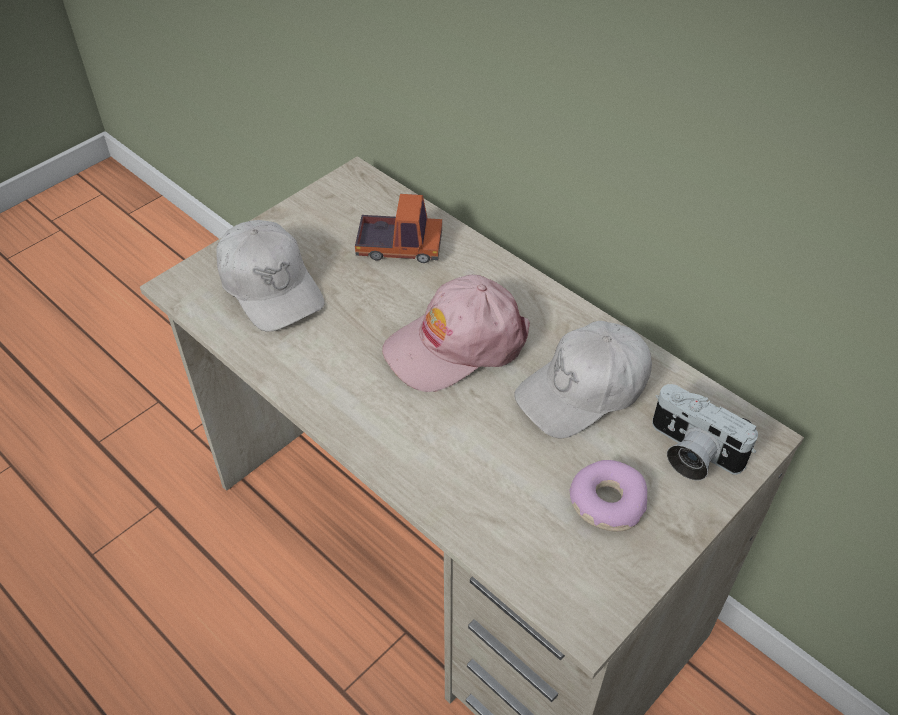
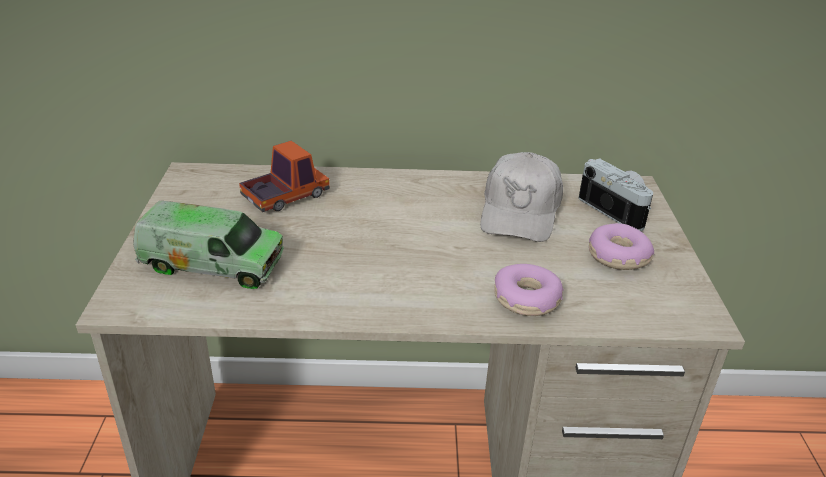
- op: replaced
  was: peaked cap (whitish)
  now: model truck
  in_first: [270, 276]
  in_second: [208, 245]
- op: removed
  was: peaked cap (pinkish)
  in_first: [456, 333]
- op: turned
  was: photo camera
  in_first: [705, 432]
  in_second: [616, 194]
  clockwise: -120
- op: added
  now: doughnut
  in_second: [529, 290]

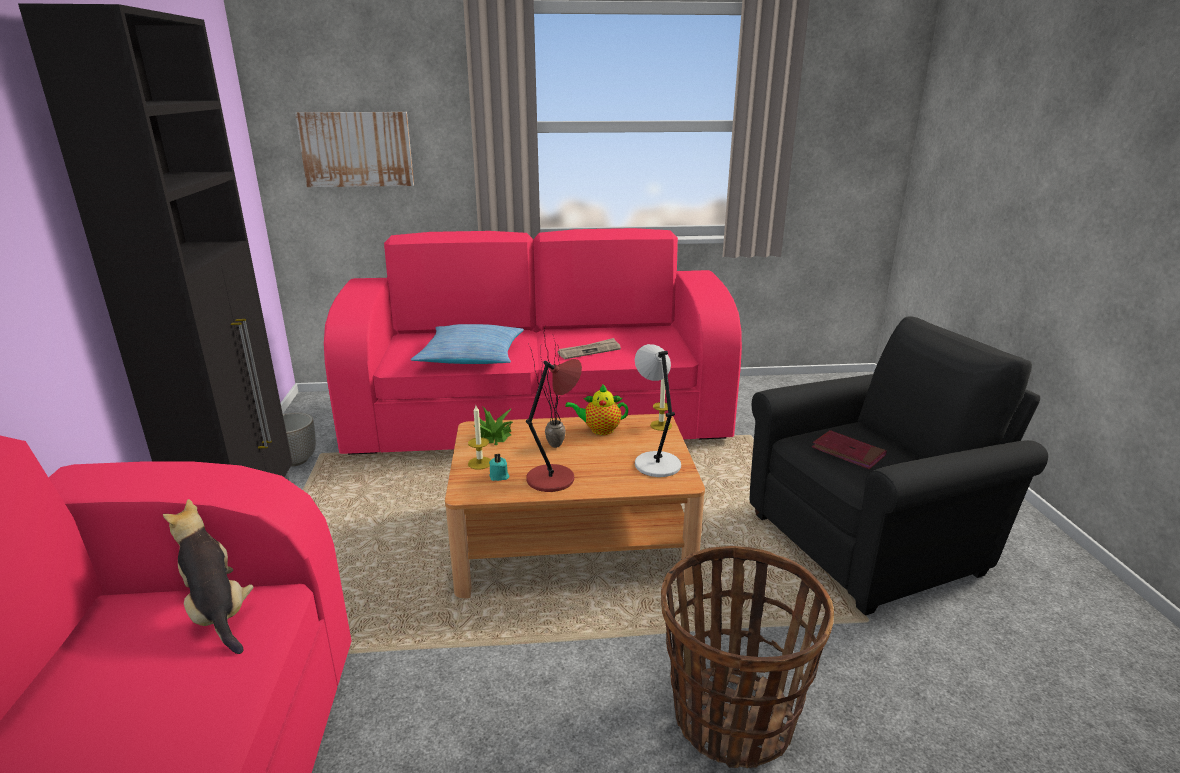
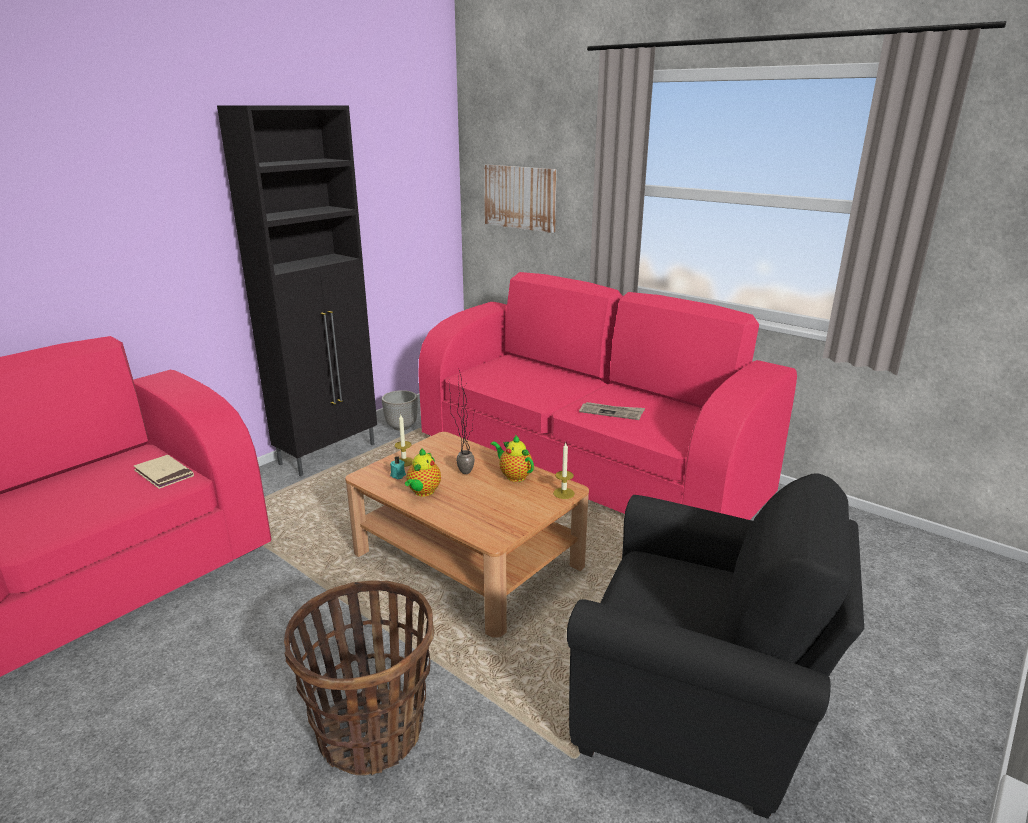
- op: removed
  was: cushion
  in_first: [467, 344]
- op: removed
  was: tabletop lamp (gray)
  in_first: [658, 410]
- op: replaced
  was: tabletop lamp (reddish)
  now: pot for tea
  in_first: [554, 425]
  in_second: [423, 472]
- op: removed
  was: plant in a pot
  in_first: [492, 425]
- op: removed
  was: bound book (reddish)
  in_first: [849, 449]
- op: replaced
  was: cuddly toy
  now: bound book (beige-coloured)
  in_first: [208, 576]
  in_second: [164, 472]

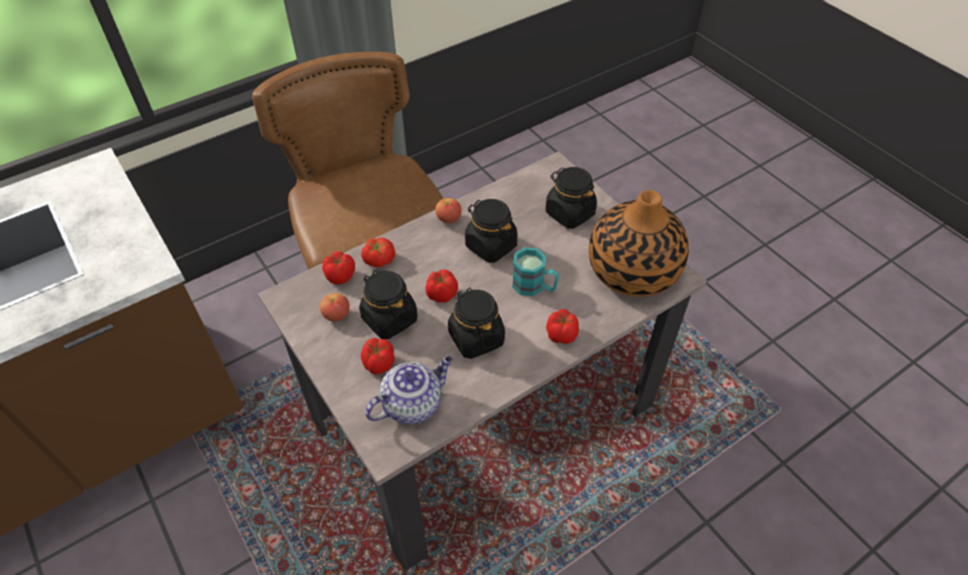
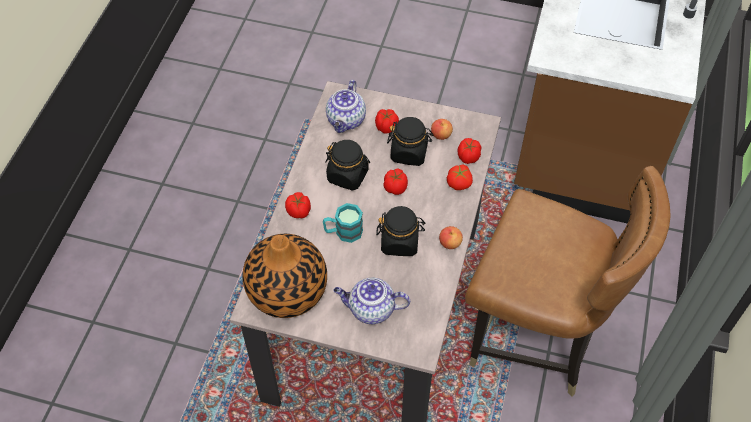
- op: replaced
  was: preserve jar (black)
  now: pot for tea
  in_first: [571, 198]
  in_second: [371, 301]

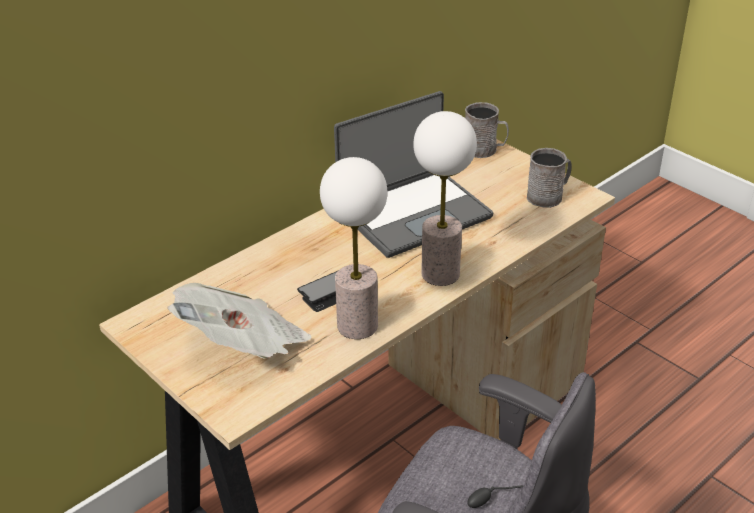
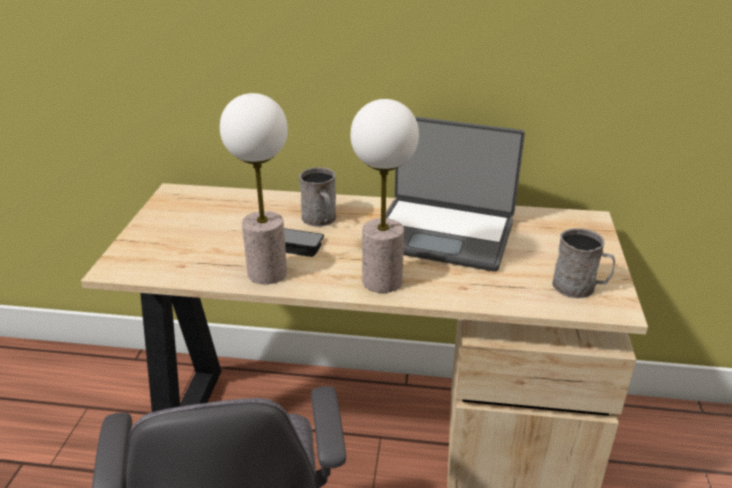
- op: moved
  was: coffee mug (gray)
  in_first: [487, 130]
  in_second: [317, 197]
- op: removed
  was: printed paper
  in_first: [239, 321]

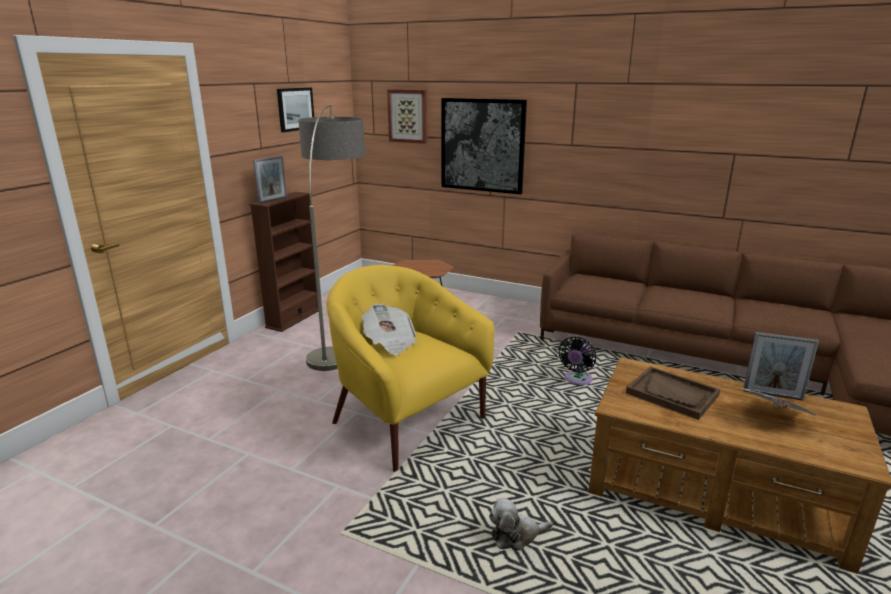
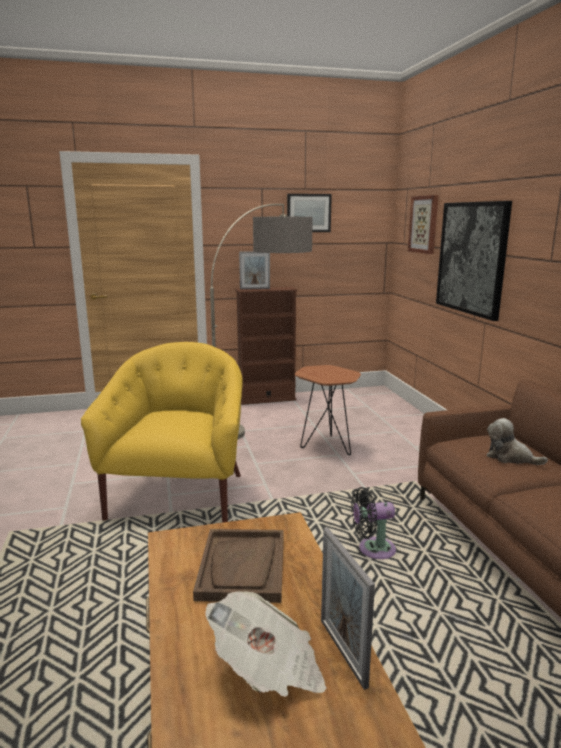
- op: removed
  was: printed paper
  in_first: [389, 329]
- op: moved
  was: cuddly toy
  in_first: [521, 524]
  in_second: [517, 441]

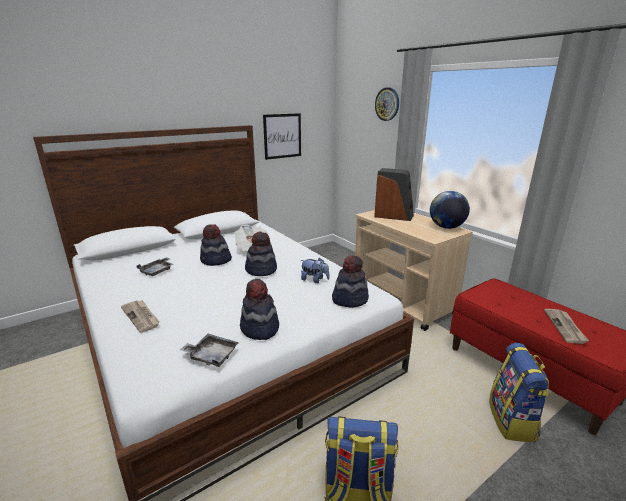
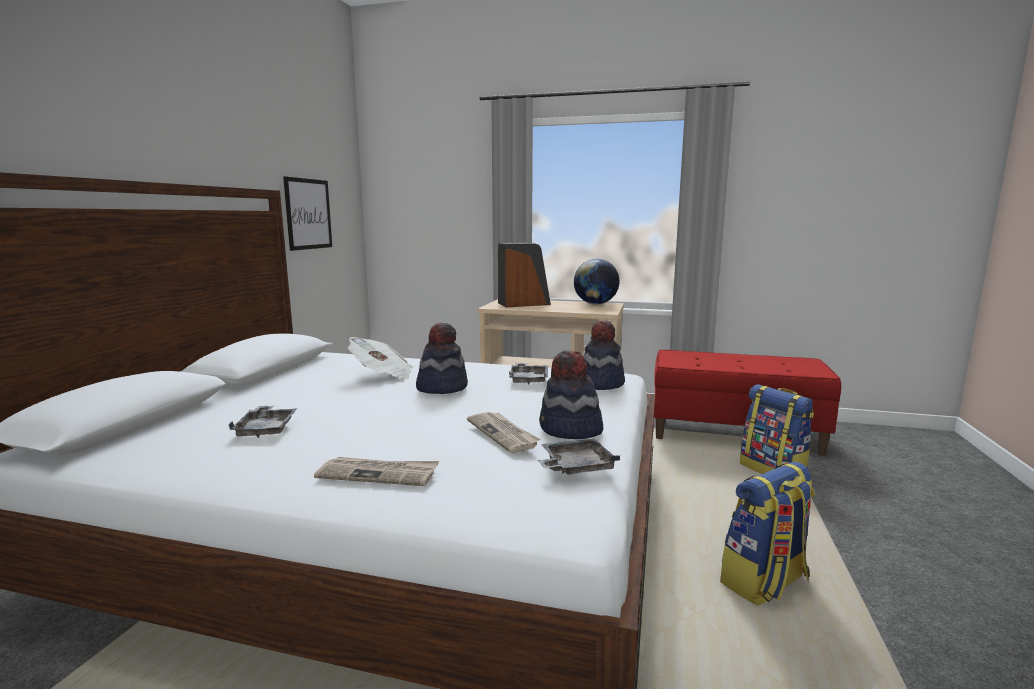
- op: removed
  was: hanging clock
  in_first: [387, 104]
- op: removed
  was: clothing hat
  in_first: [216, 245]
- op: replaced
  was: cuddly toy
  now: tray (gray)
  in_first: [315, 270]
  in_second: [528, 373]
- op: moved
  was: printed paper
  in_first: [566, 326]
  in_second: [503, 432]

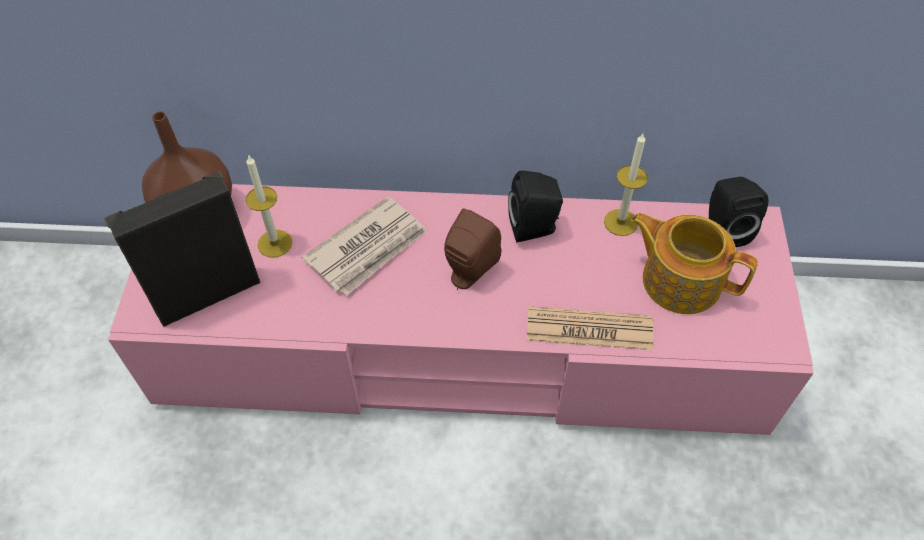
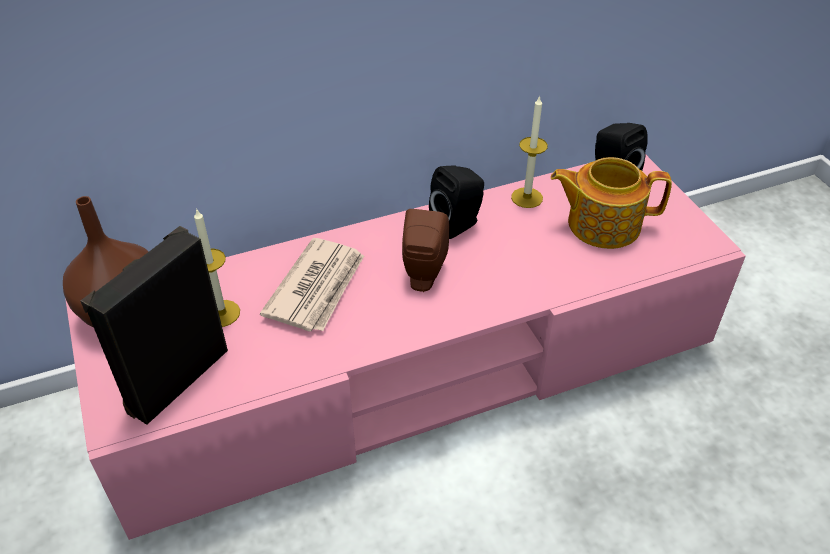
- op: removed
  was: printed paper
  in_first: [590, 328]

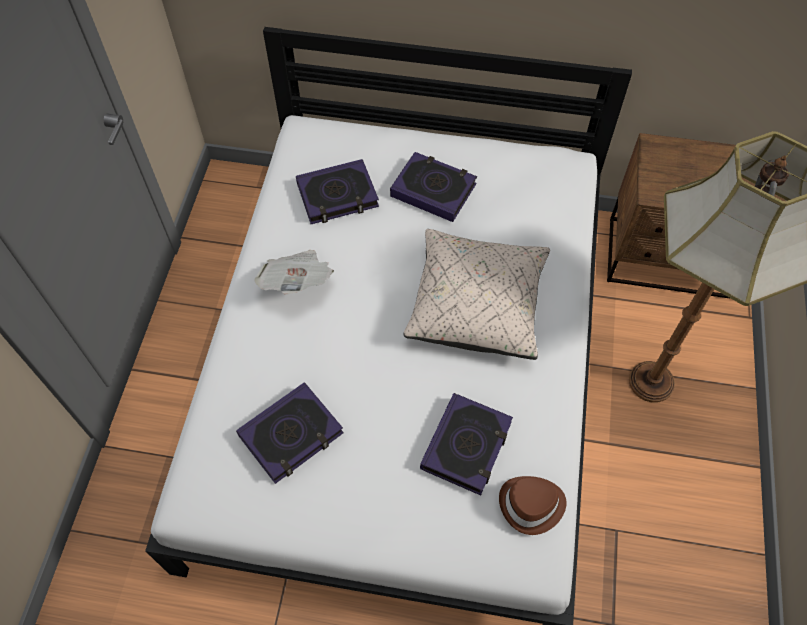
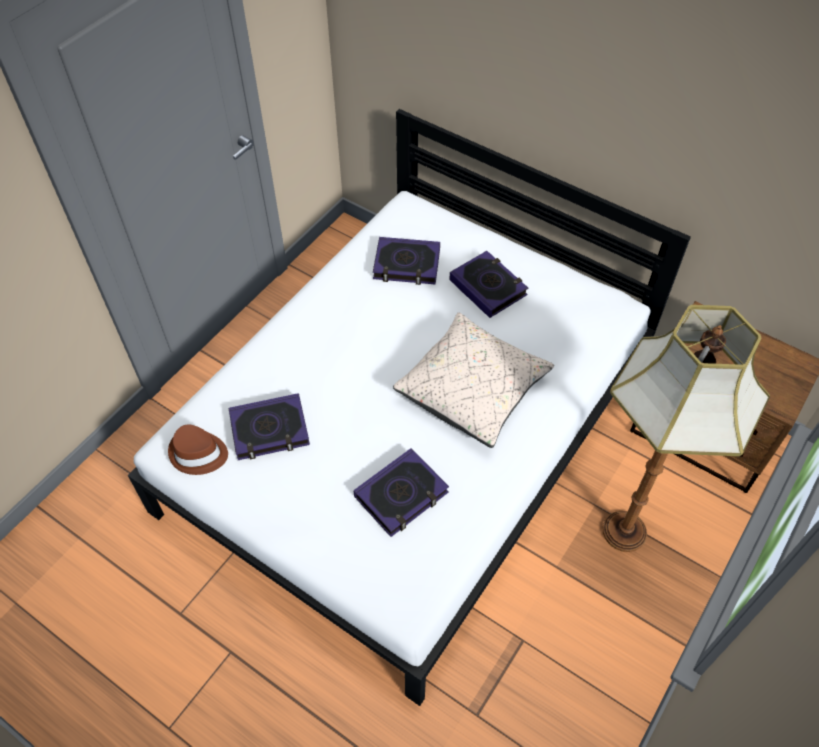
- op: removed
  was: printed paper
  in_first: [294, 272]
- op: moved
  was: clothing hat (brownish)
  in_first: [532, 505]
  in_second: [198, 450]

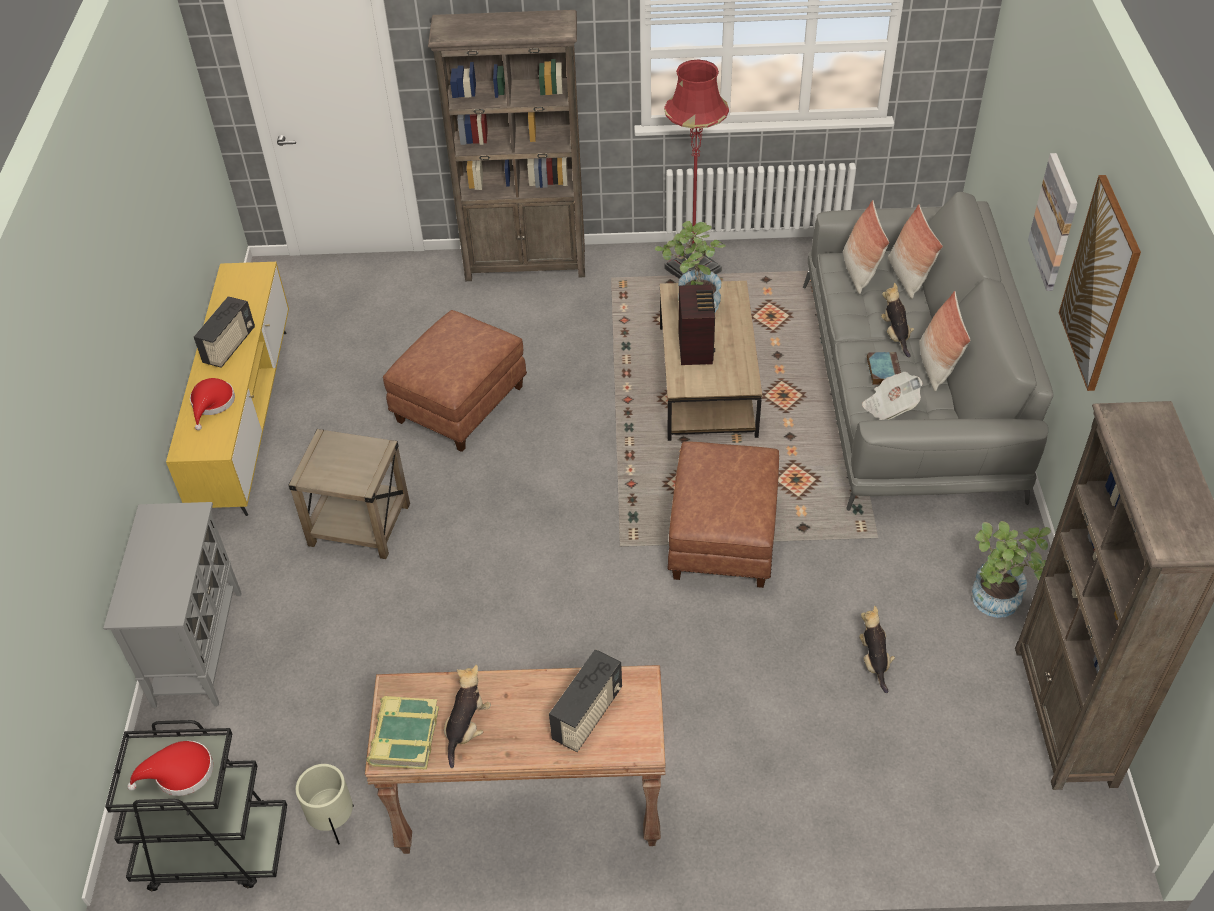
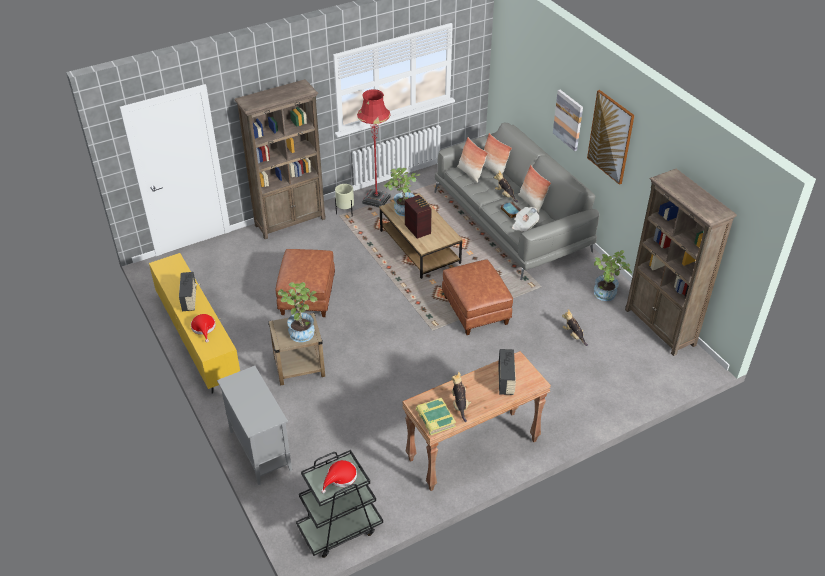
- op: moved
  was: plant pot (beige-coloured)
  in_first: [325, 804]
  in_second: [344, 200]
- op: added
  now: plant in a pot
  in_second: [297, 312]

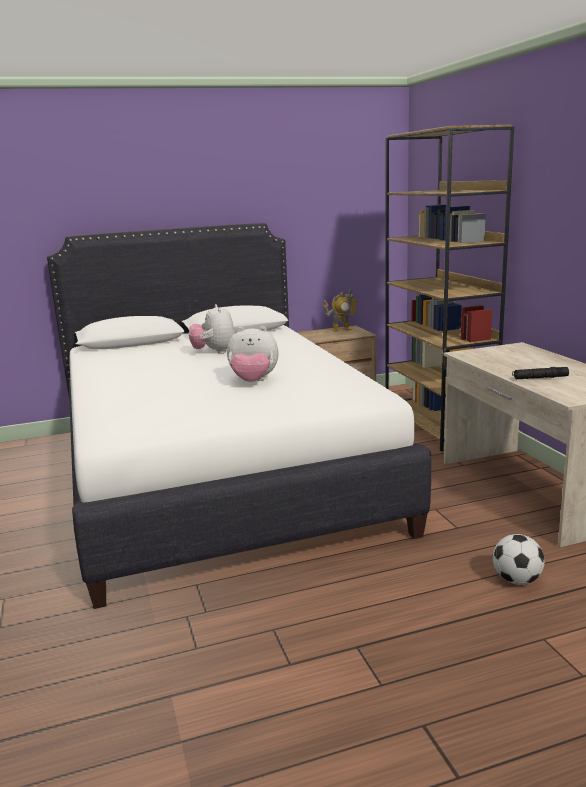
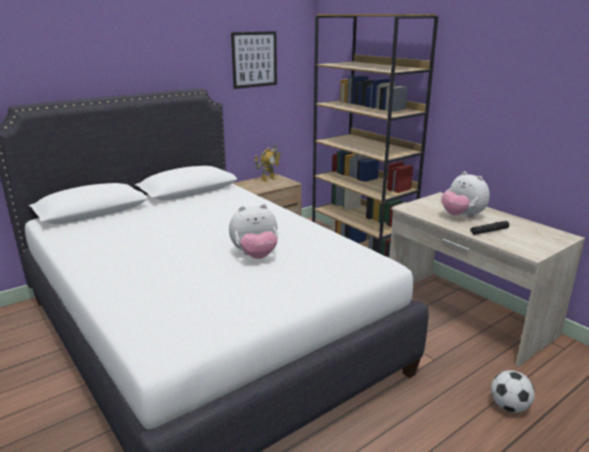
- op: moved
  was: cuddly toy
  in_first: [212, 329]
  in_second: [465, 194]
- op: added
  now: wall art
  in_second: [254, 60]

